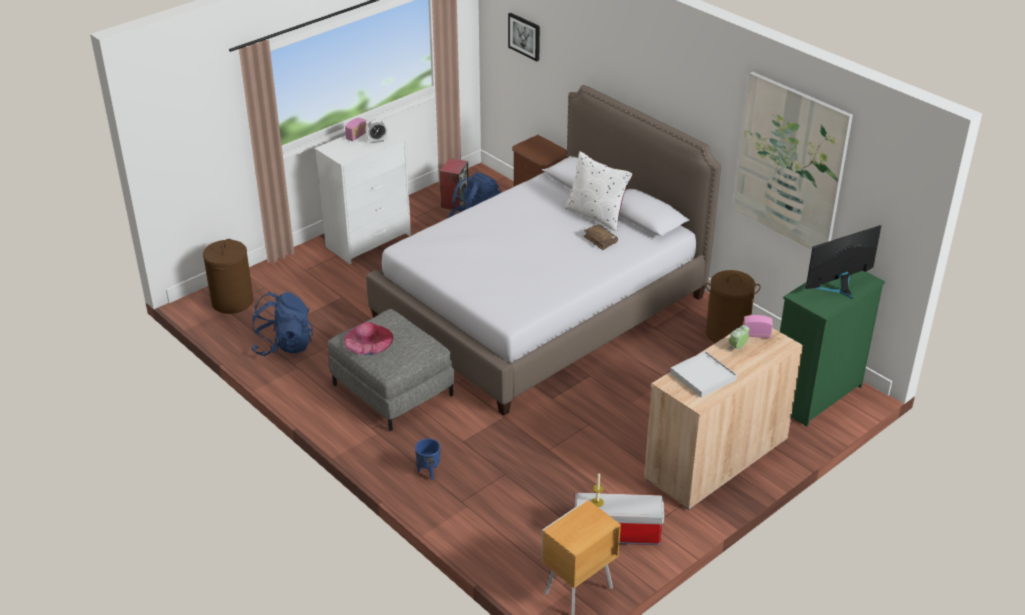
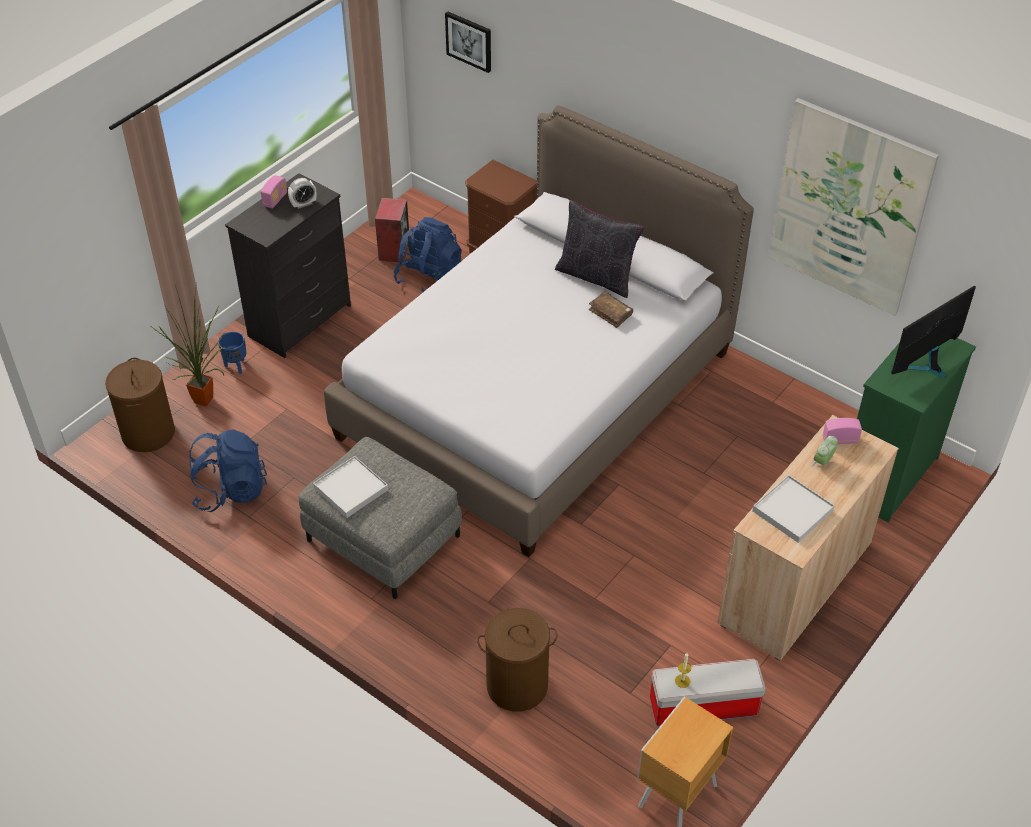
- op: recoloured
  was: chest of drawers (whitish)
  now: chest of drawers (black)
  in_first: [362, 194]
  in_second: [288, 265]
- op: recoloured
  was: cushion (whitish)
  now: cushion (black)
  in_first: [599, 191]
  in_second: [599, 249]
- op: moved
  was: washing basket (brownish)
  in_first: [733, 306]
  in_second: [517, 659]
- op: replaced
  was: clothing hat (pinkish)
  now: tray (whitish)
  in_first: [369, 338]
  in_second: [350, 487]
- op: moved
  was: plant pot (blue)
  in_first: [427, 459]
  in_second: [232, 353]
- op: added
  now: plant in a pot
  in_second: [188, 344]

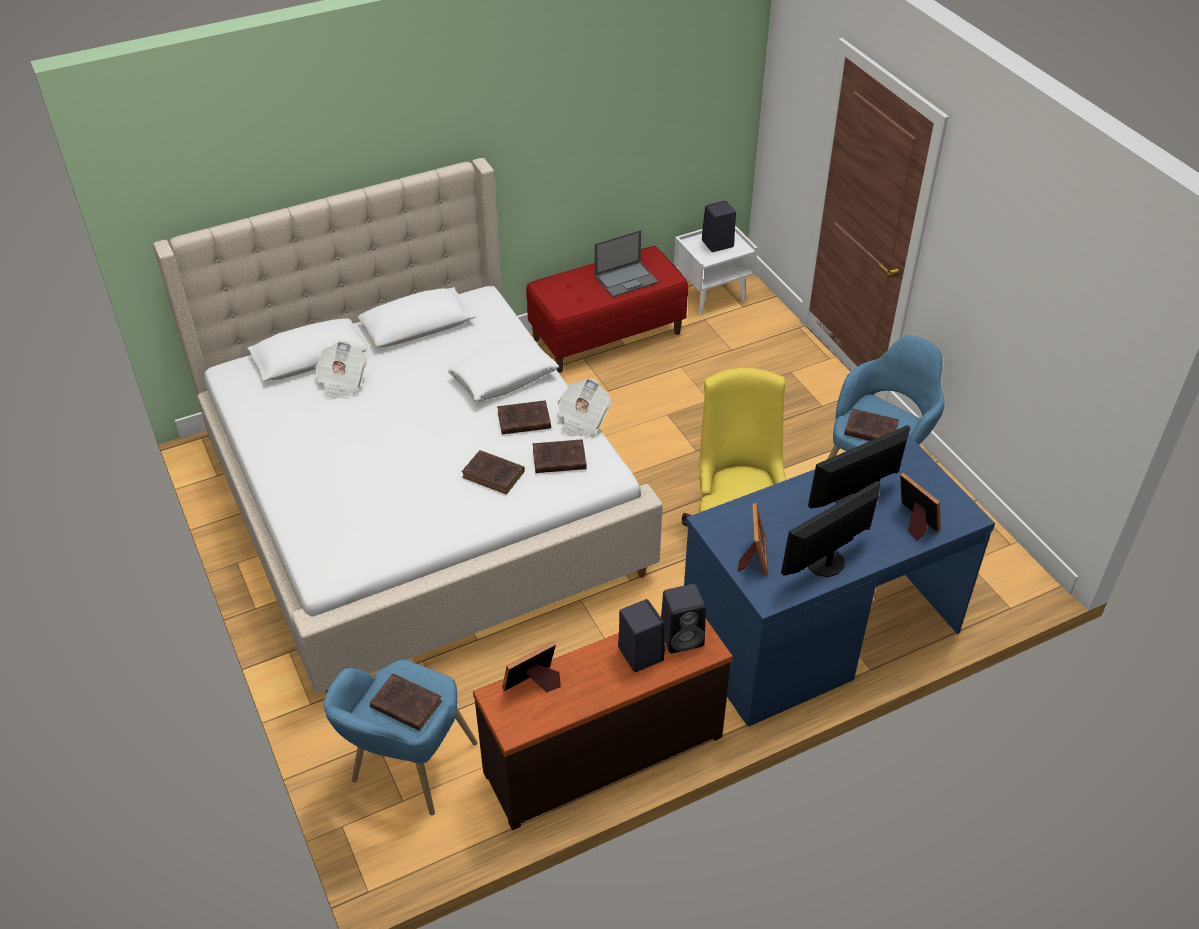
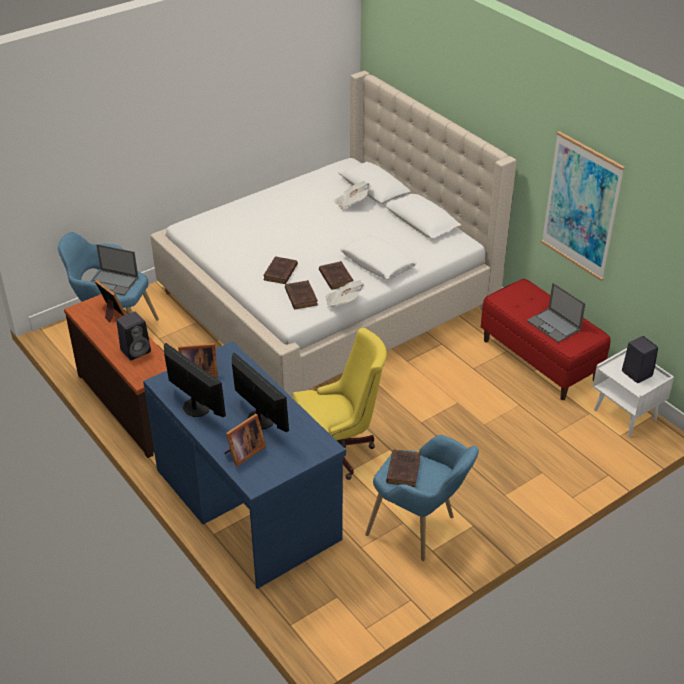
- op: removed
  was: speaker (black)
  in_first: [683, 619]
- op: replaced
  was: bound book (brownish)
  now: notebook computer
  in_first: [406, 702]
  in_second: [114, 270]
- op: added
  now: wall art
  in_second: [583, 206]

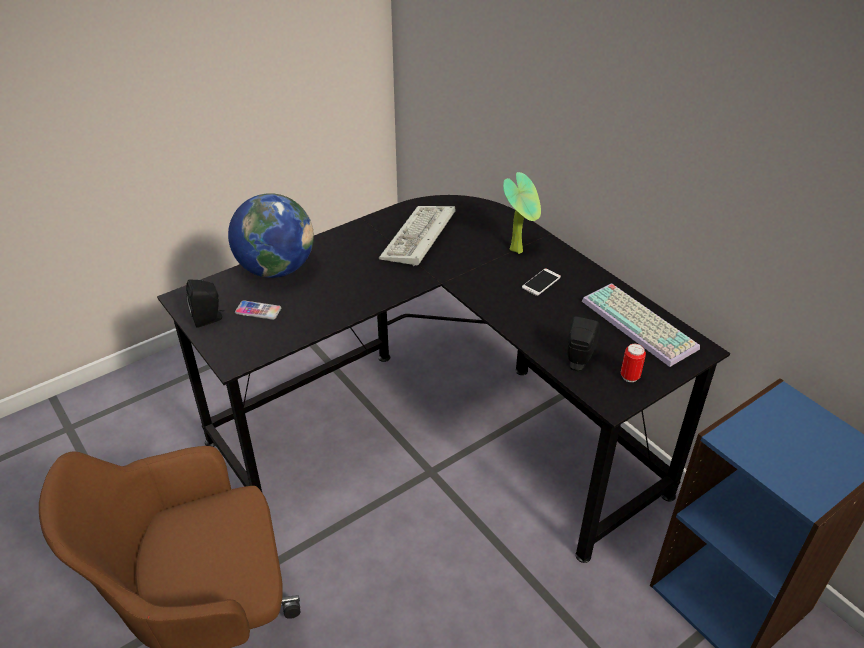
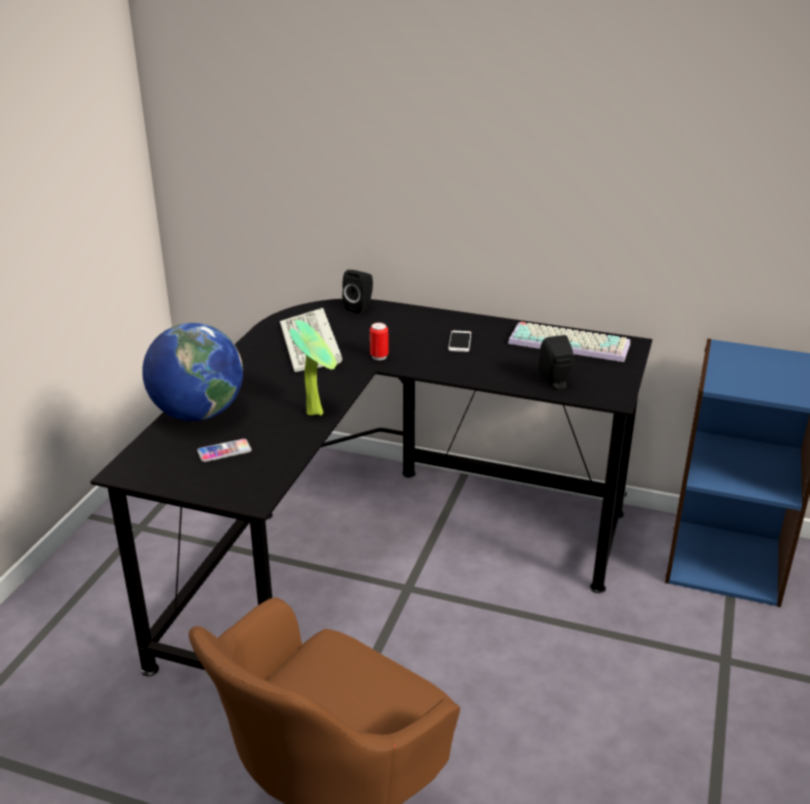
- op: moved
  was: plant in a pot
  in_first: [522, 213]
  in_second: [313, 368]
- op: moved
  was: speaker (black)
  in_first: [205, 304]
  in_second: [357, 292]
- op: moved
  was: metal can
  in_first: [633, 363]
  in_second: [379, 341]

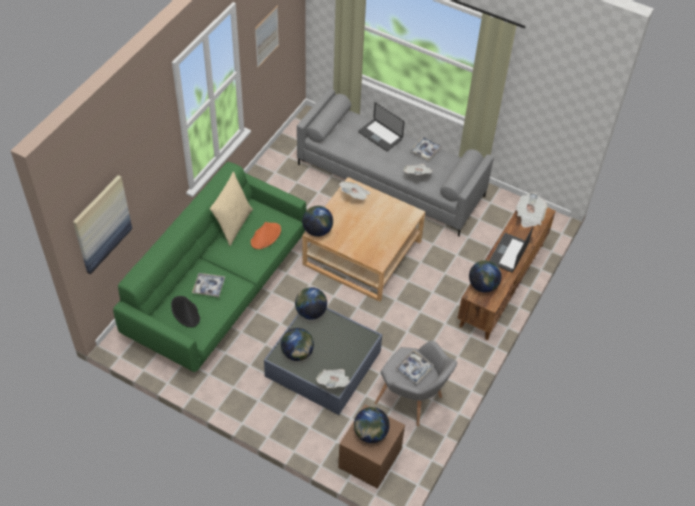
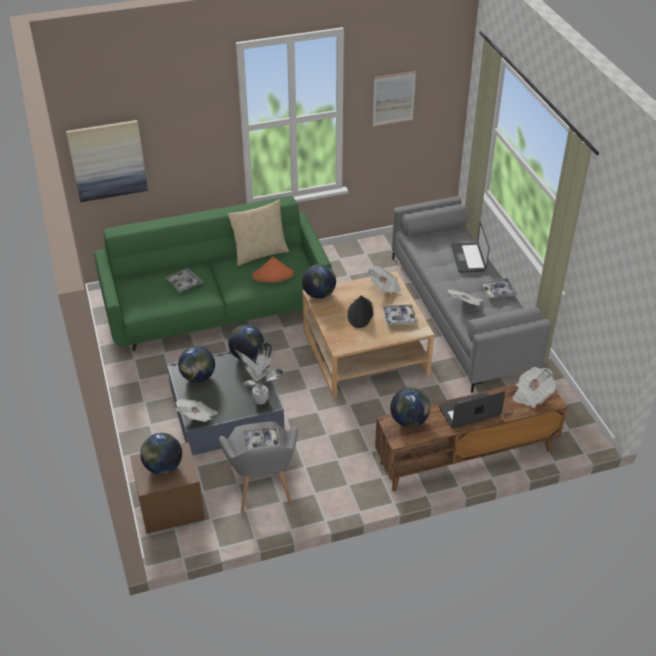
- op: moved
  was: clothing hat (black)
  in_first: [185, 311]
  in_second: [360, 311]
- op: added
  now: tray
  in_second: [400, 314]
- op: added
  now: plant in a pot
  in_second: [259, 374]

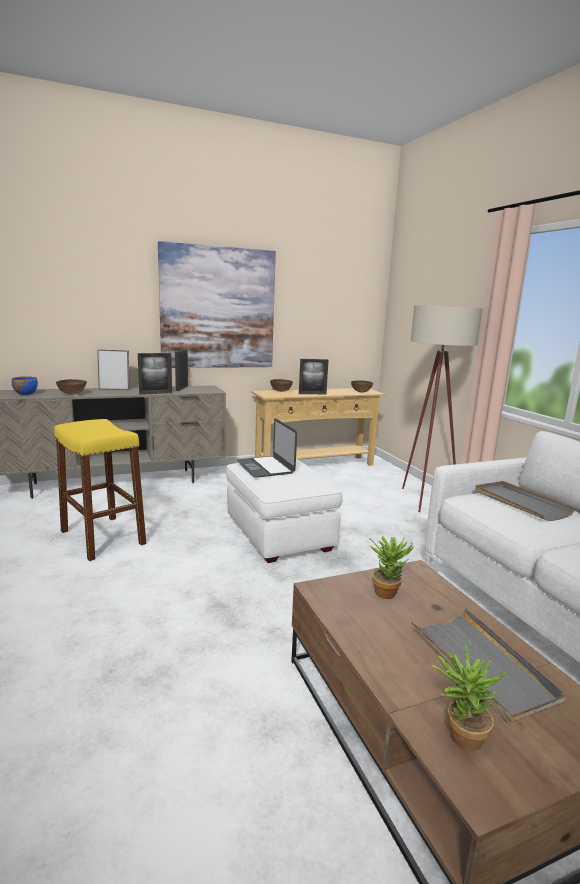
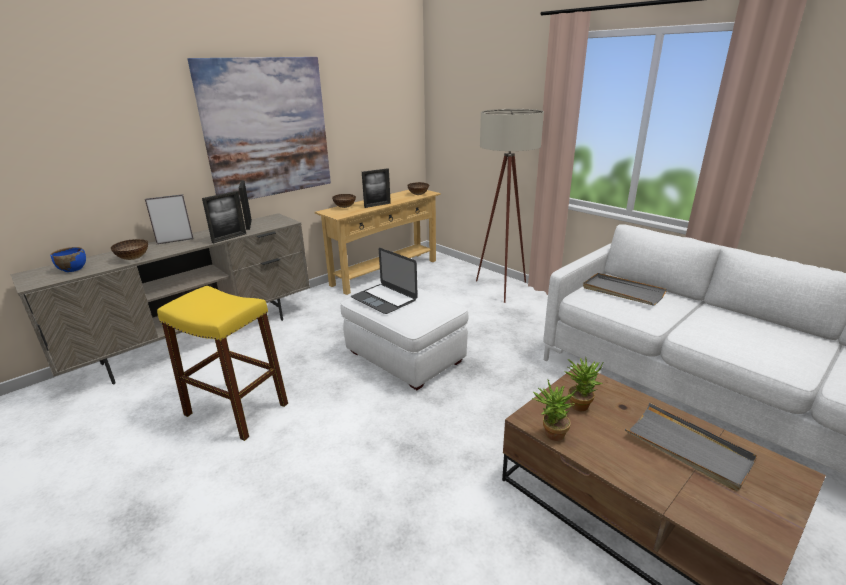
- op: moved
  was: plant in a pot
  in_first: [469, 696]
  in_second: [554, 410]

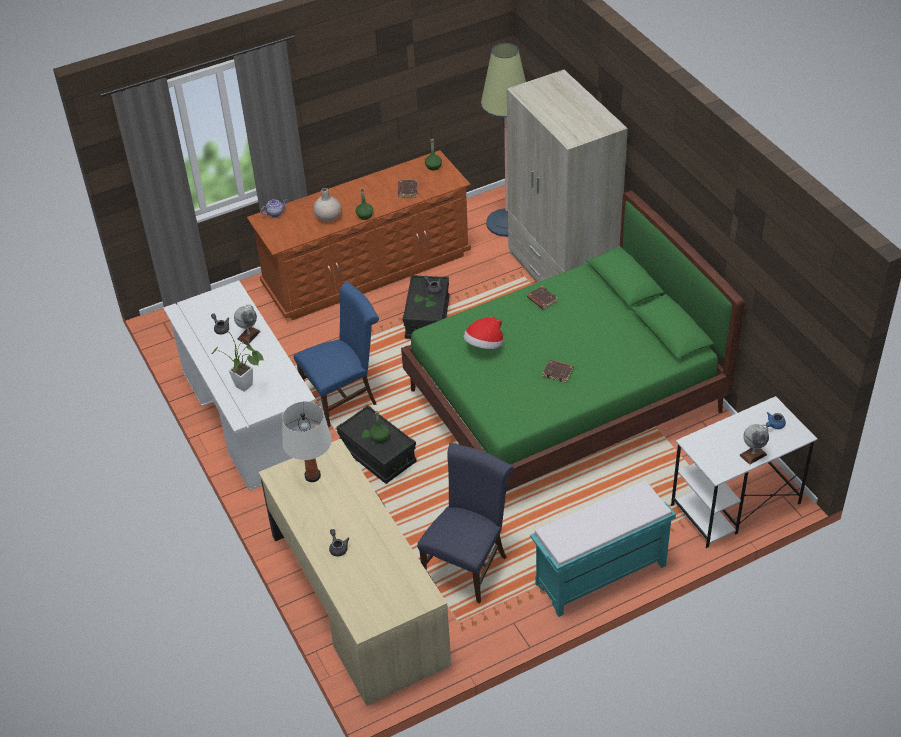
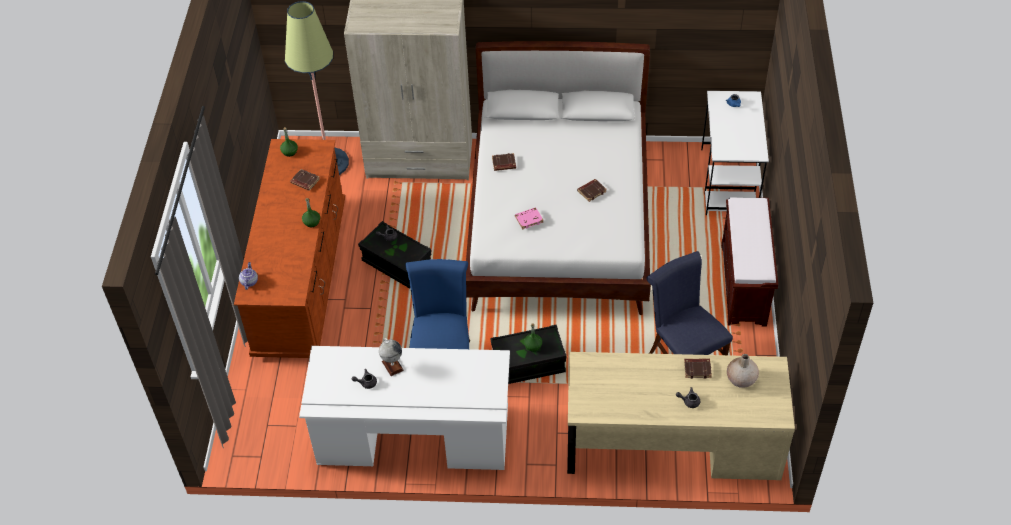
- op: moved
  was: flower vase (beige-coloured)
  in_first: [327, 205]
  in_second: [743, 371]
- op: recoloured
  was: bedroom bed (green)
  now: bedroom bed (whitish)
  in_first: [572, 341]
  in_second: [558, 178]
- op: replaced
  was: clothing hat
  now: bound book (pinkish)
  in_first: [483, 333]
  in_second: [529, 218]
- op: removed
  was: plant in a pot
  in_first: [238, 360]
- op: removed
  was: tabletop lamp (whitish)
  in_first: [307, 441]
- op: removed
  was: globe
  in_first: [754, 444]
- op: recoloured
  was: bench (turquoise-coloured)
  now: bench (brownish)
  in_first: [603, 549]
  in_second: [749, 262]
- op: added
  now: bound book (brownish)
  in_second: [698, 369]

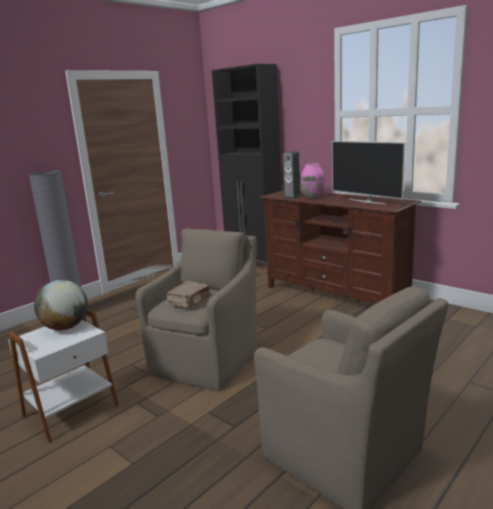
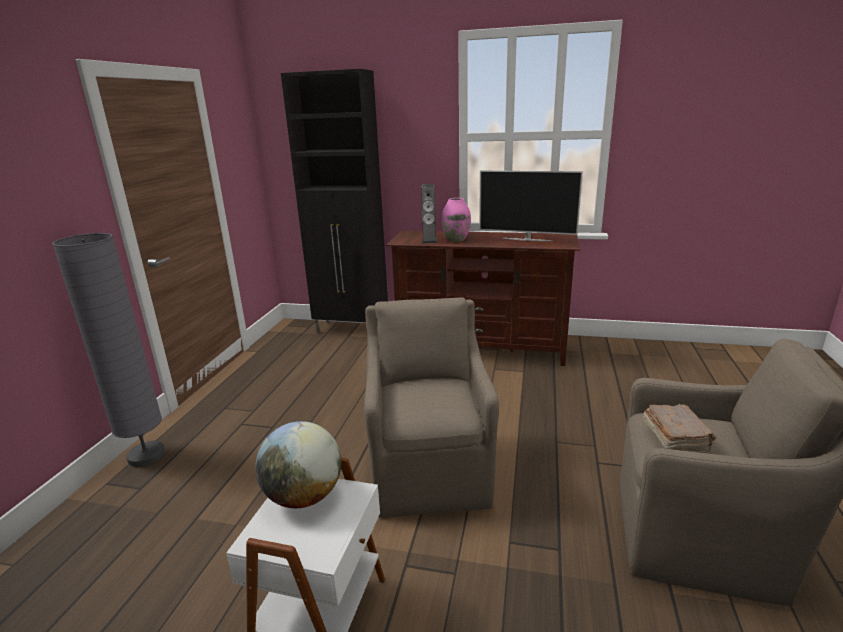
- op: moved
  was: bound book (brownish)
  in_first: [188, 294]
  in_second: [679, 428]

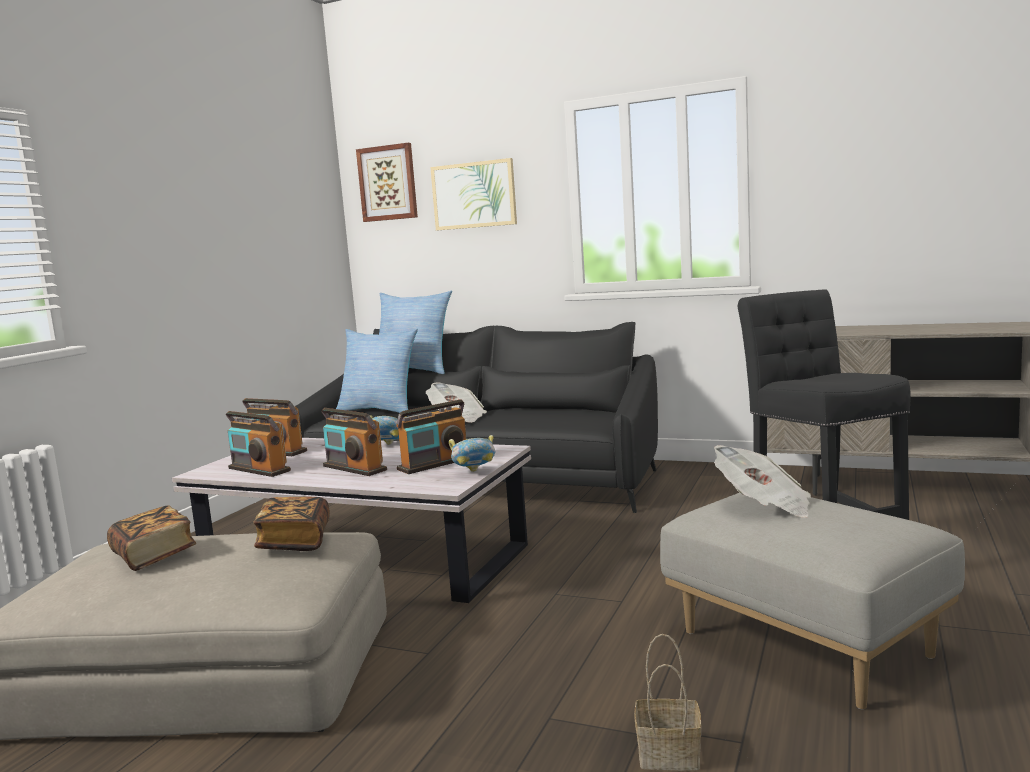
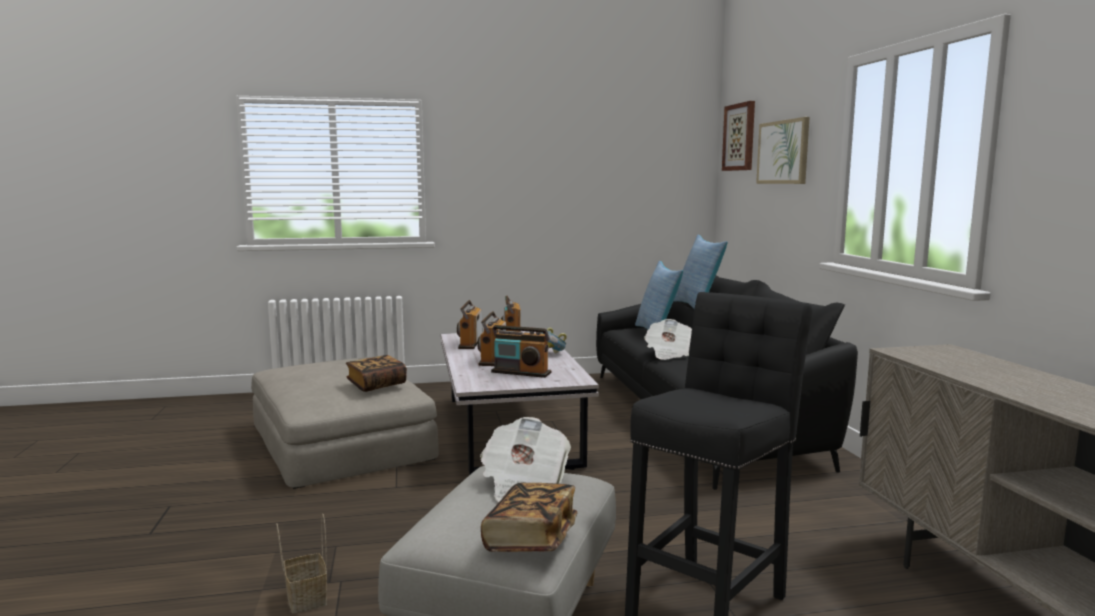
- op: removed
  was: serving bowl
  in_first: [472, 453]
- op: moved
  was: bound book
  in_first: [151, 538]
  in_second: [529, 517]

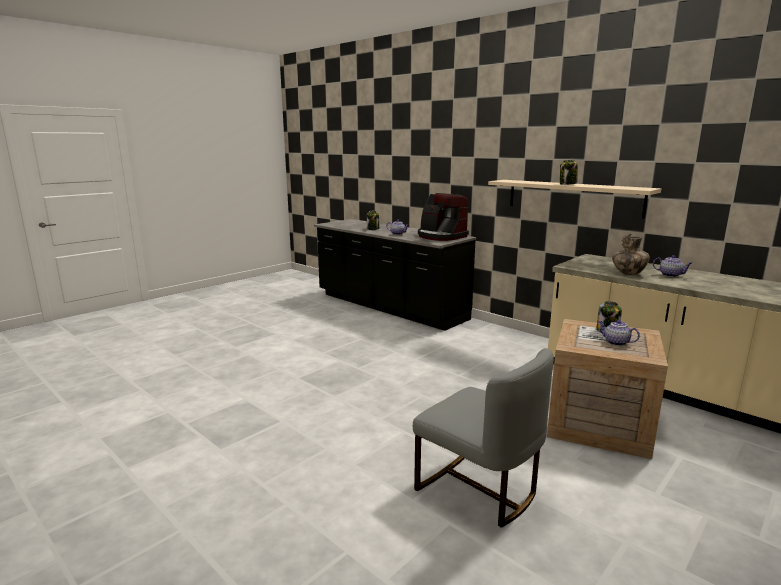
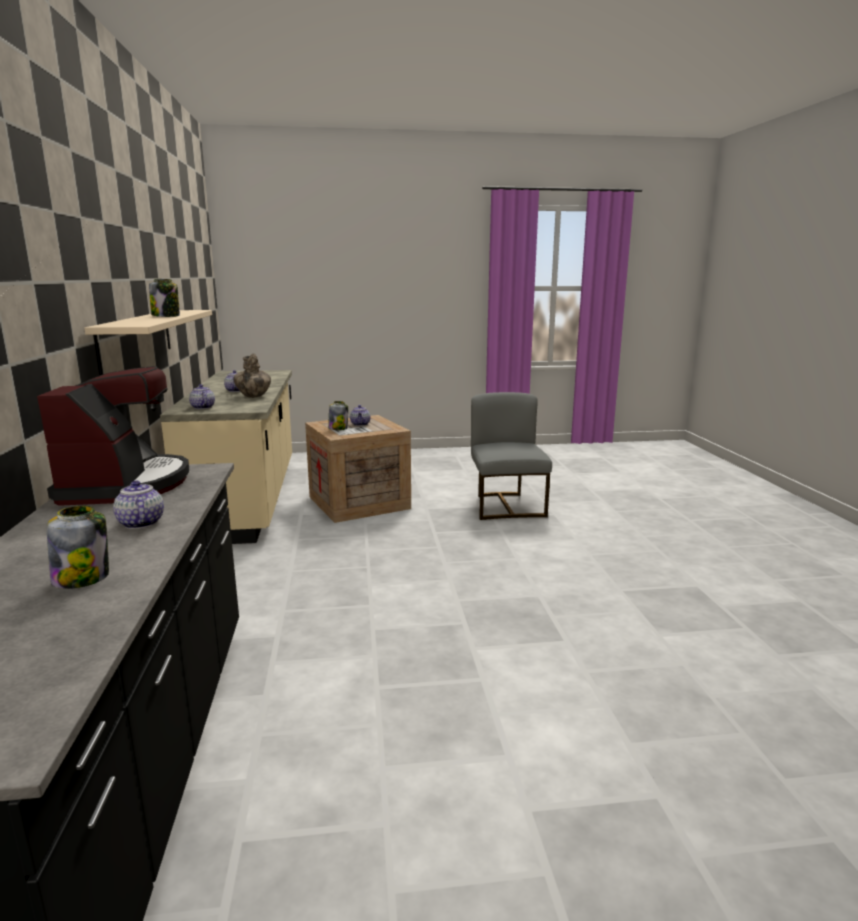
- op: added
  now: pot for tea
  in_second: [202, 396]

